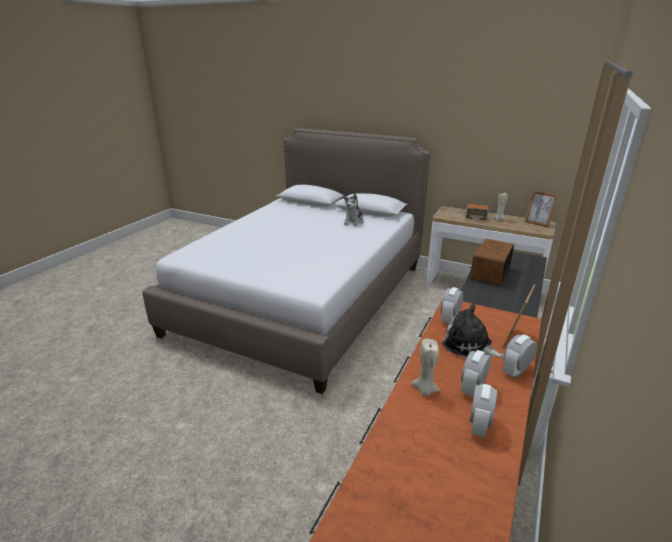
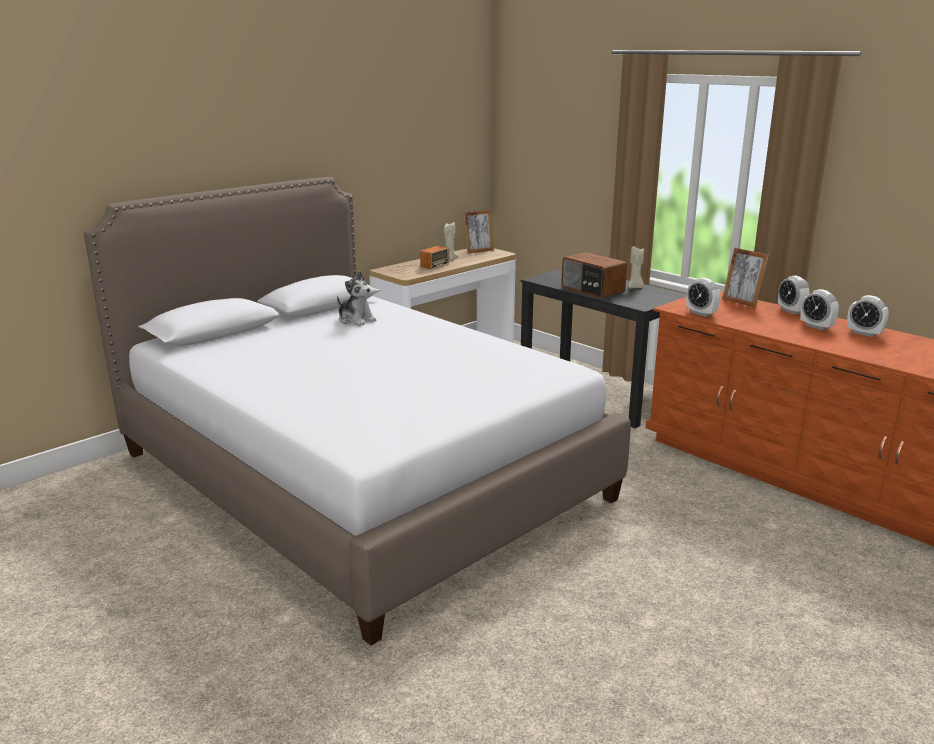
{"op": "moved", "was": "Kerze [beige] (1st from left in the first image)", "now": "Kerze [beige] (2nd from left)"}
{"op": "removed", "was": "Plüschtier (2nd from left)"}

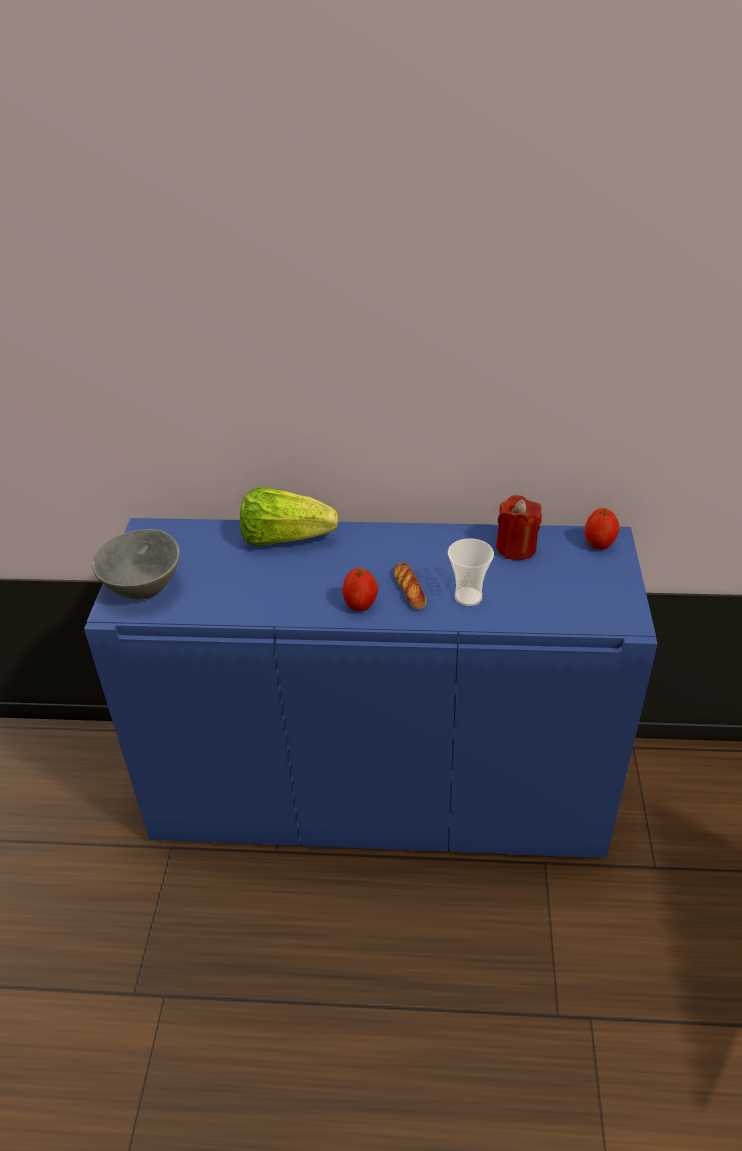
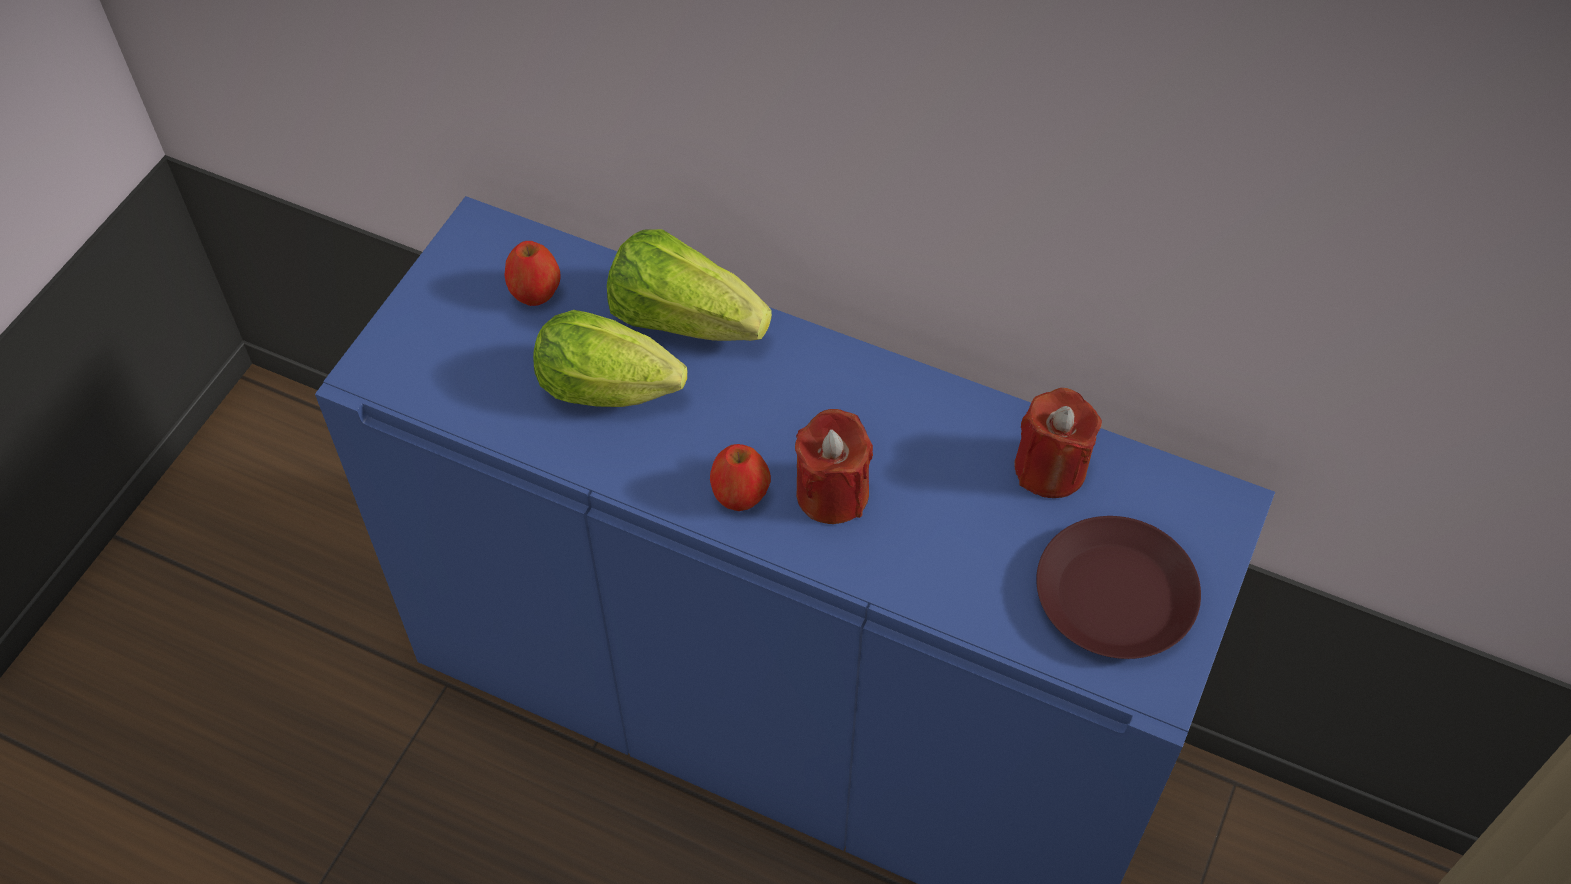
{"op": "moved", "was": "Apfel (2nd from left in the first image)", "now": "Apfel (1st from left)"}
{"op": "added", "now": "Salatkopf (1st from left)"}
{"op": "replaced", "was": "Brot", "now": "Kerze [rot] (1st from left)"}
{"op": "added", "now": "Teller [braun]"}
{"op": "removed", "was": "Schüssel [grau]"}
{"op": "removed", "was": "Tasse"}

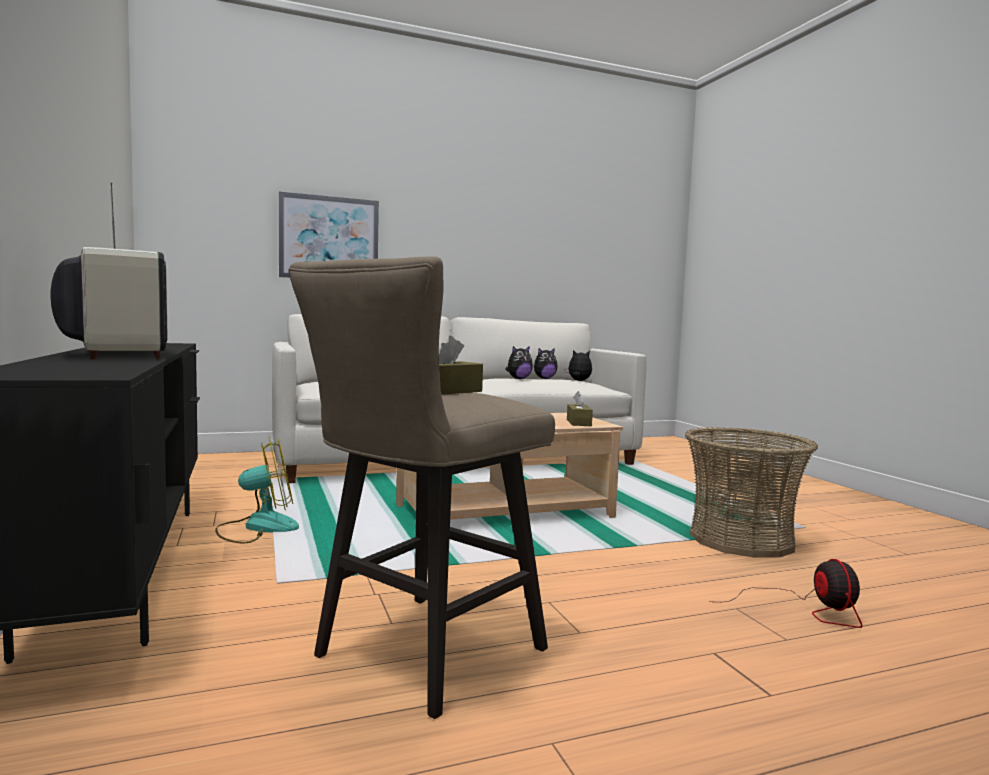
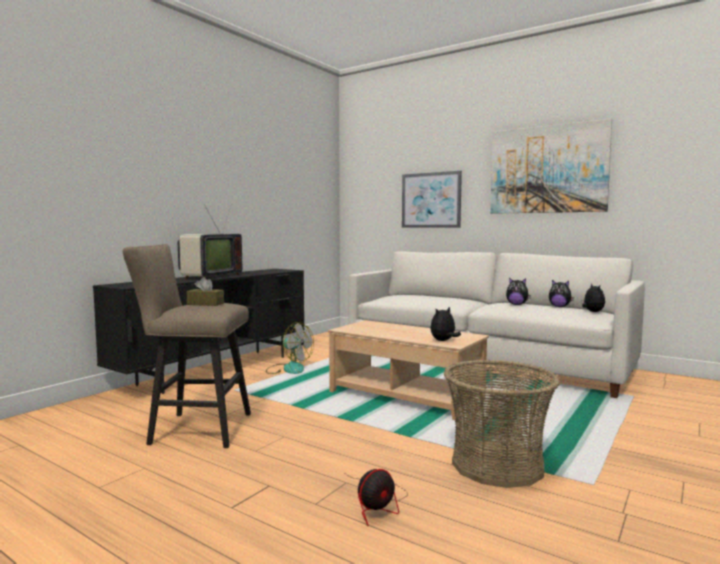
{"op": "replaced", "was": "Taschentuchbox [braun] (2nd from left)", "now": "Plüschtier (1st from left)"}
{"op": "added", "now": "Bild (2nd from left)"}

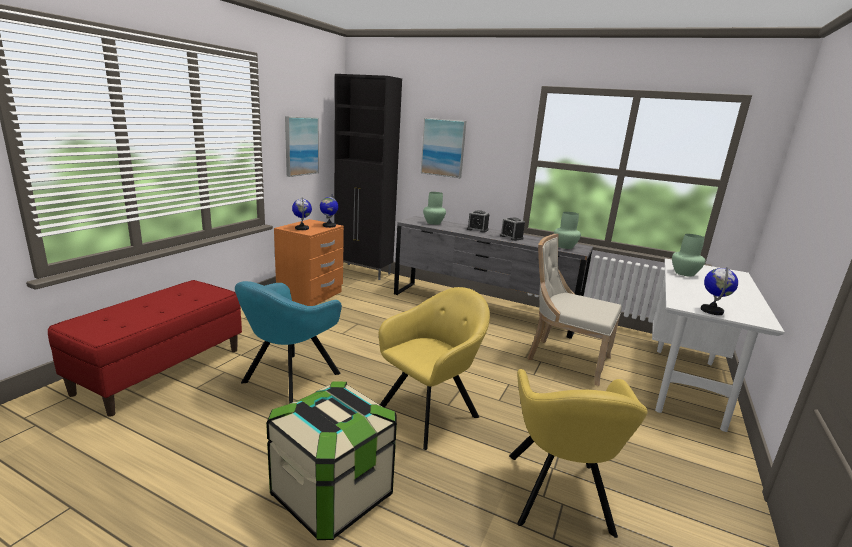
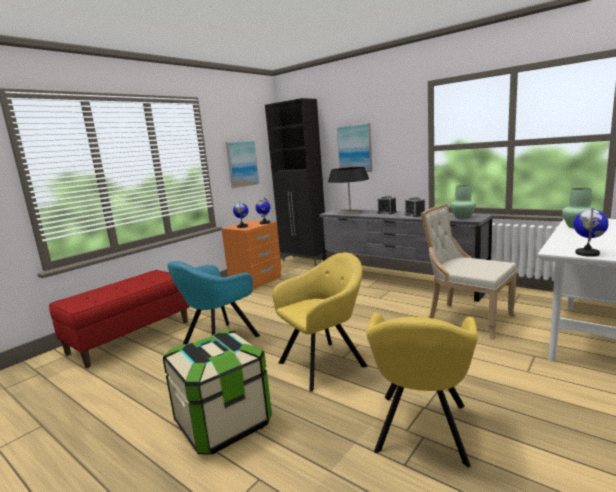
{"op": "replaced", "was": "Vase [grün] (1st from left)", "now": "Tischlampe"}

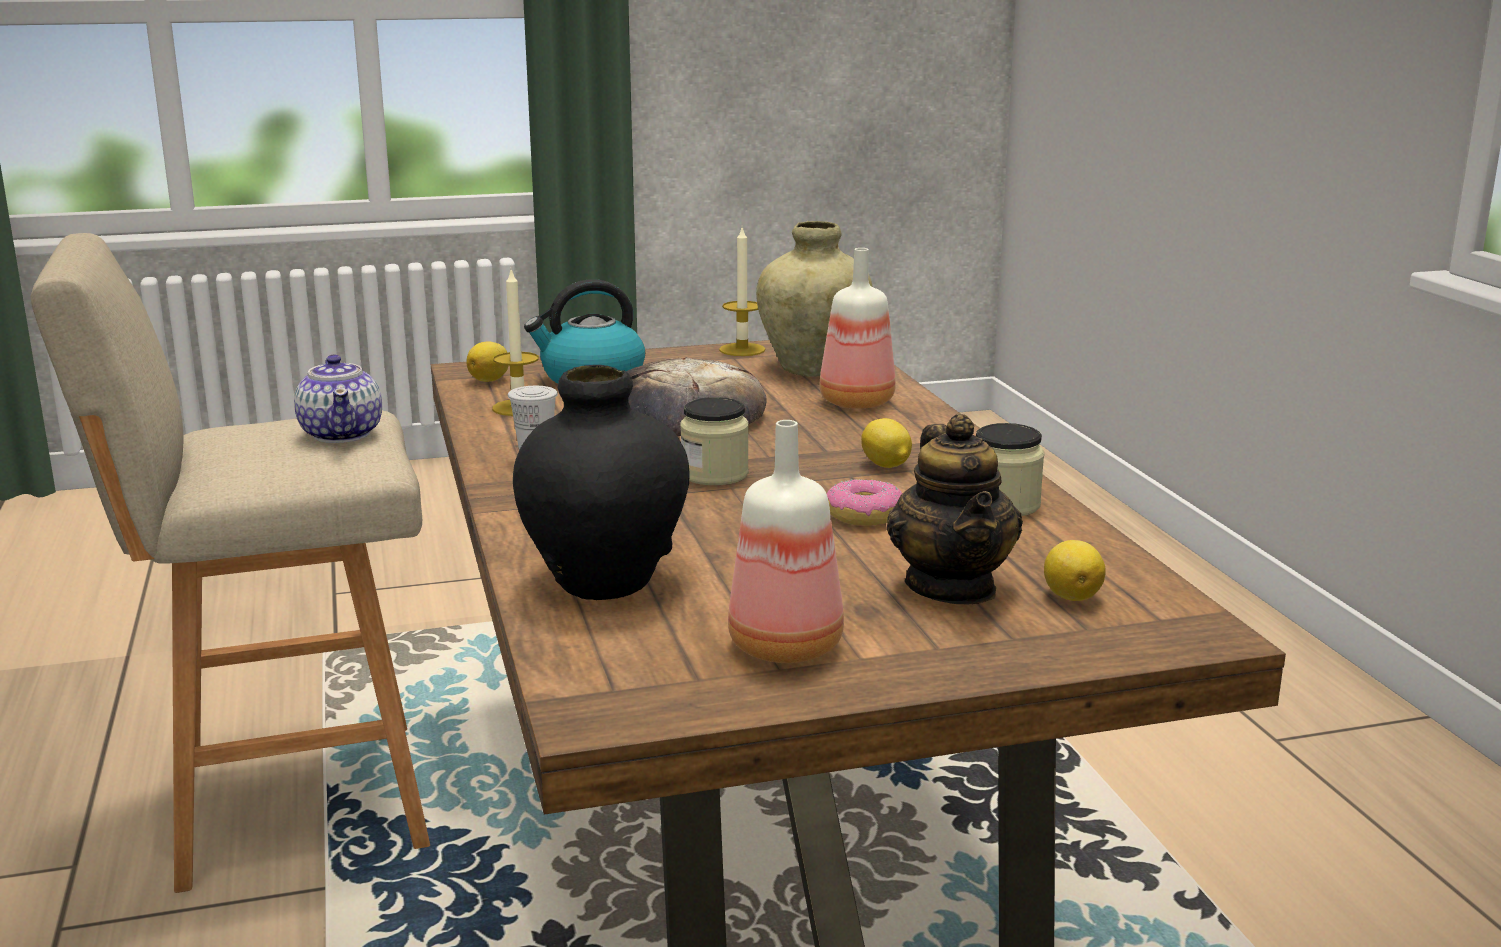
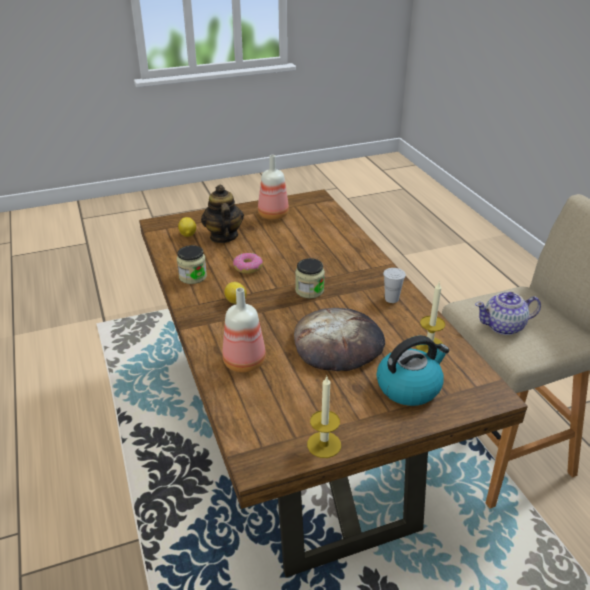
{"op": "turned", "was": "Teekanne (1st from left in the first image)", "clockwise": -75}
{"op": "removed", "was": "Zitrone (1st from left)"}
{"op": "removed", "was": "Vase [schwarz]"}
{"op": "removed", "was": "Vase [beige]"}

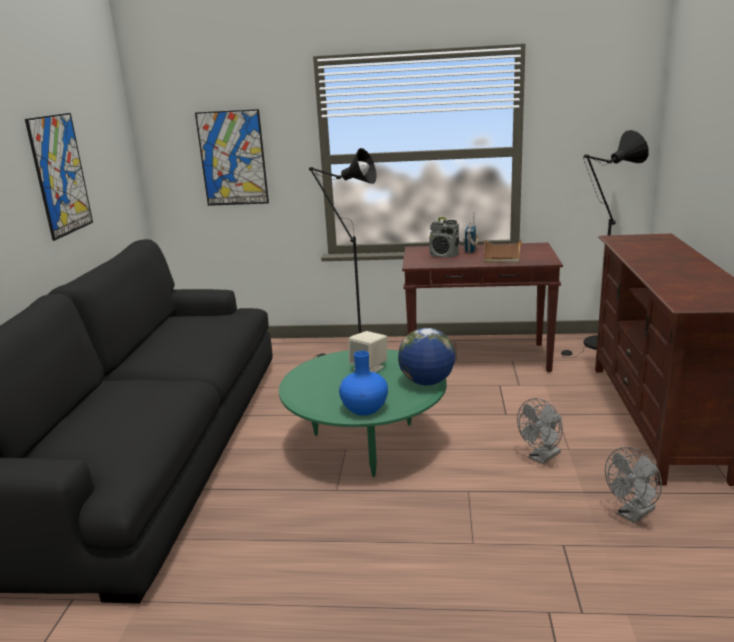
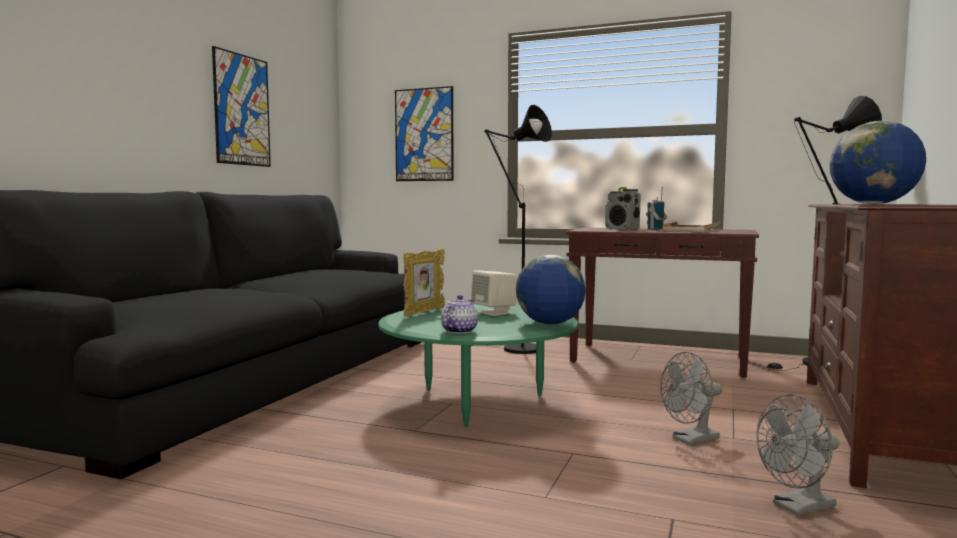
{"op": "added", "now": "Bilderrahmen"}
{"op": "replaced", "was": "Vase [blau]", "now": "Teekanne"}
{"op": "added", "now": "Globus (2nd from left)"}

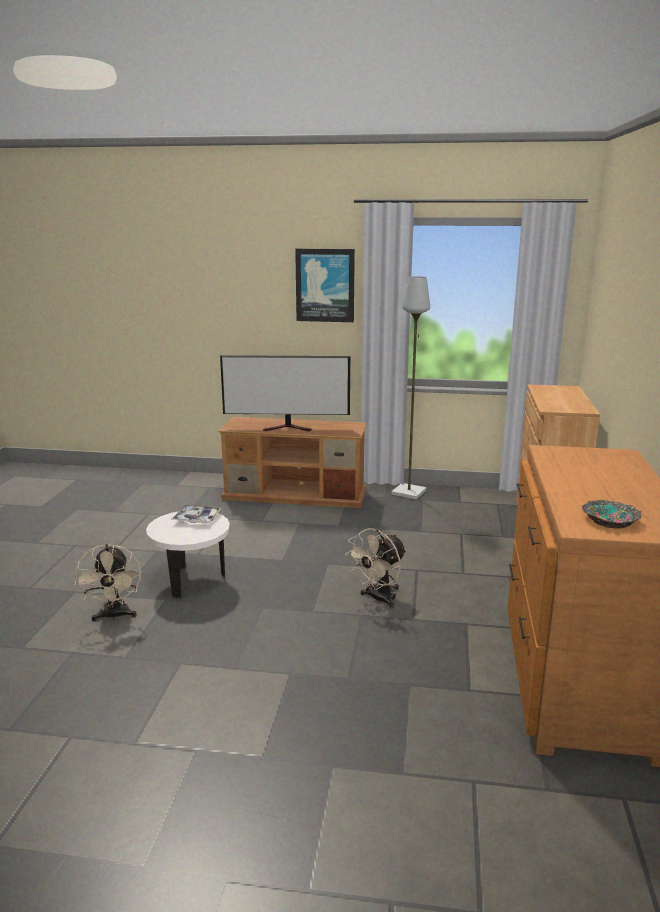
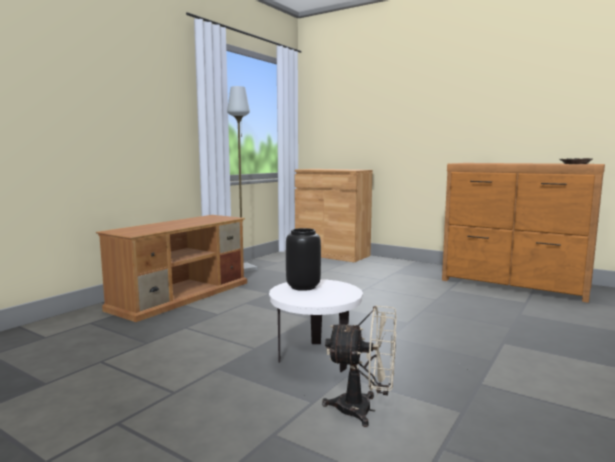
{"op": "replaced", "was": "Tablett", "now": "Vase [schwarz]"}
{"op": "removed", "was": "Fernseher"}
{"op": "removed", "was": "Bild"}
{"op": "removed", "was": "Ventilator [beige] (2nd from left)"}

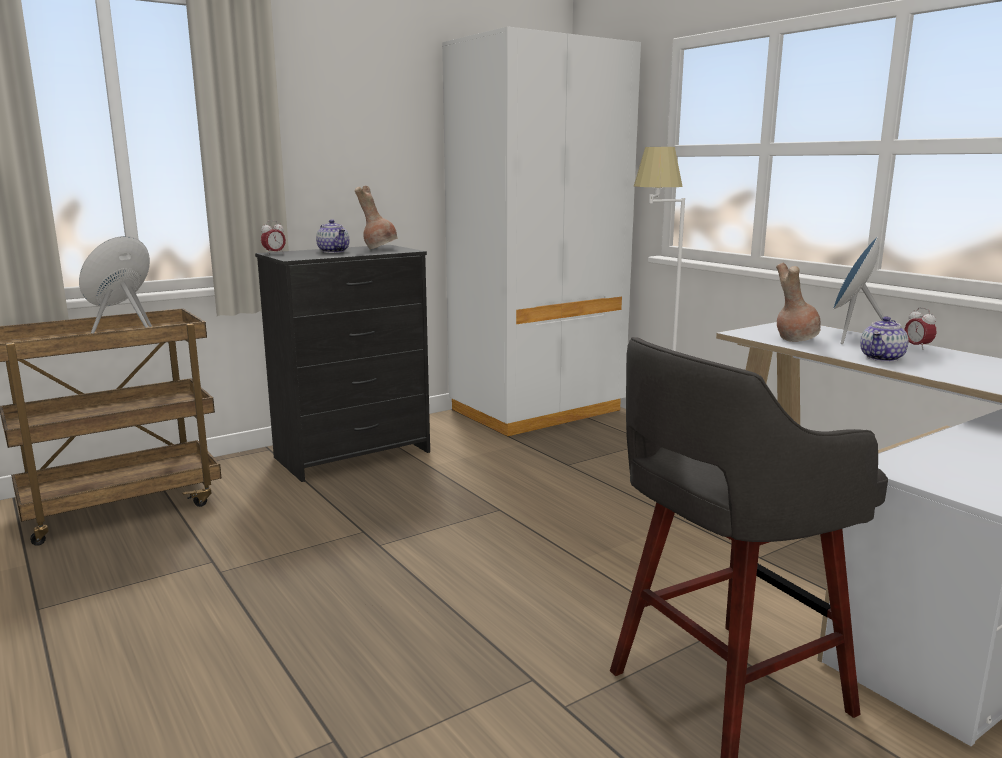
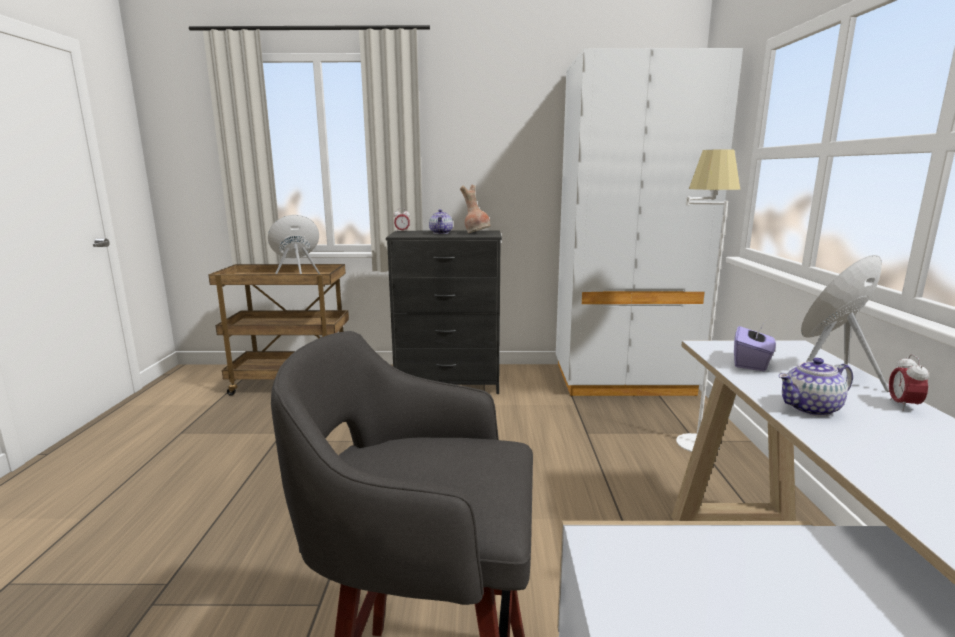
{"op": "replaced", "was": "Vase [braun] (2nd from left)", "now": "Taschentuchbox [lila]"}

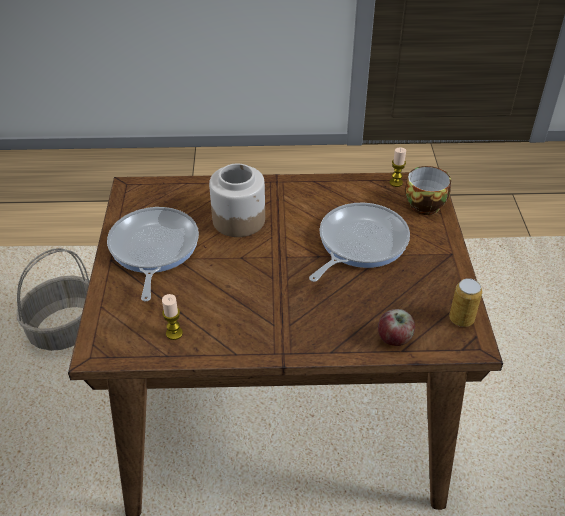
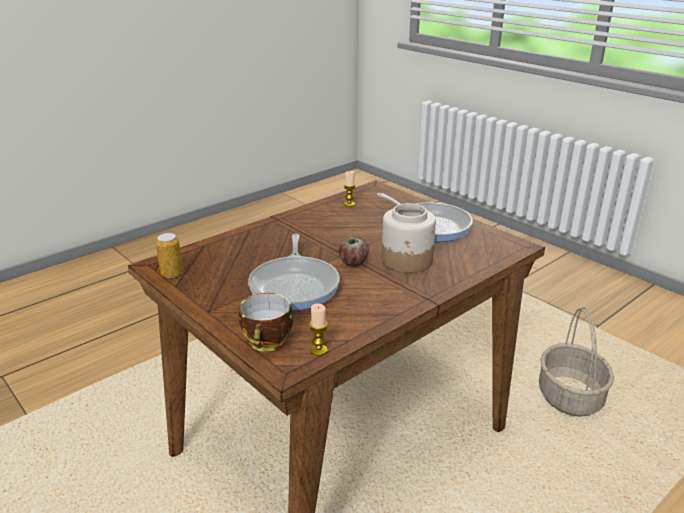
{"op": "moved", "was": "Apfel"}

